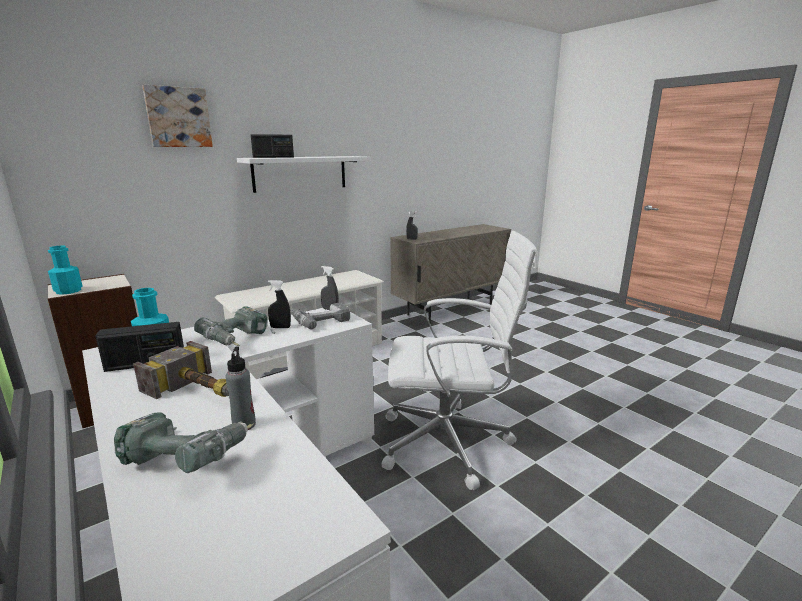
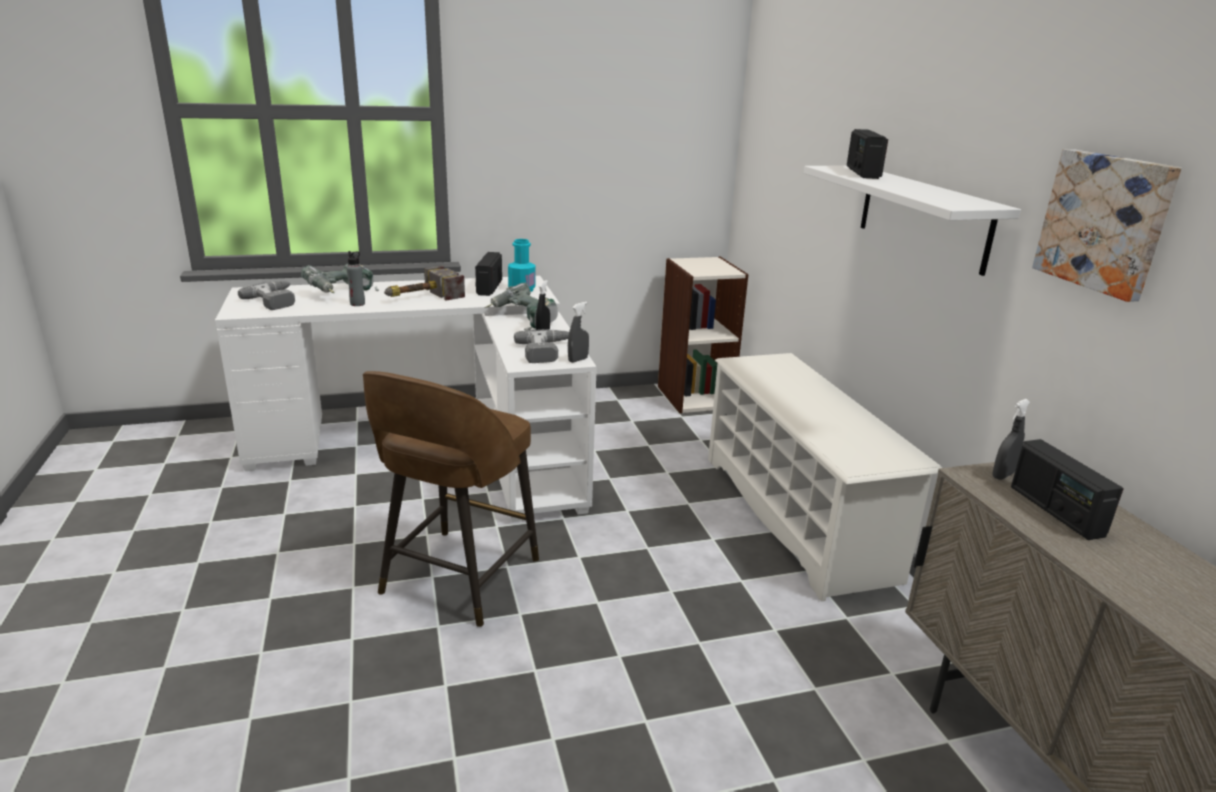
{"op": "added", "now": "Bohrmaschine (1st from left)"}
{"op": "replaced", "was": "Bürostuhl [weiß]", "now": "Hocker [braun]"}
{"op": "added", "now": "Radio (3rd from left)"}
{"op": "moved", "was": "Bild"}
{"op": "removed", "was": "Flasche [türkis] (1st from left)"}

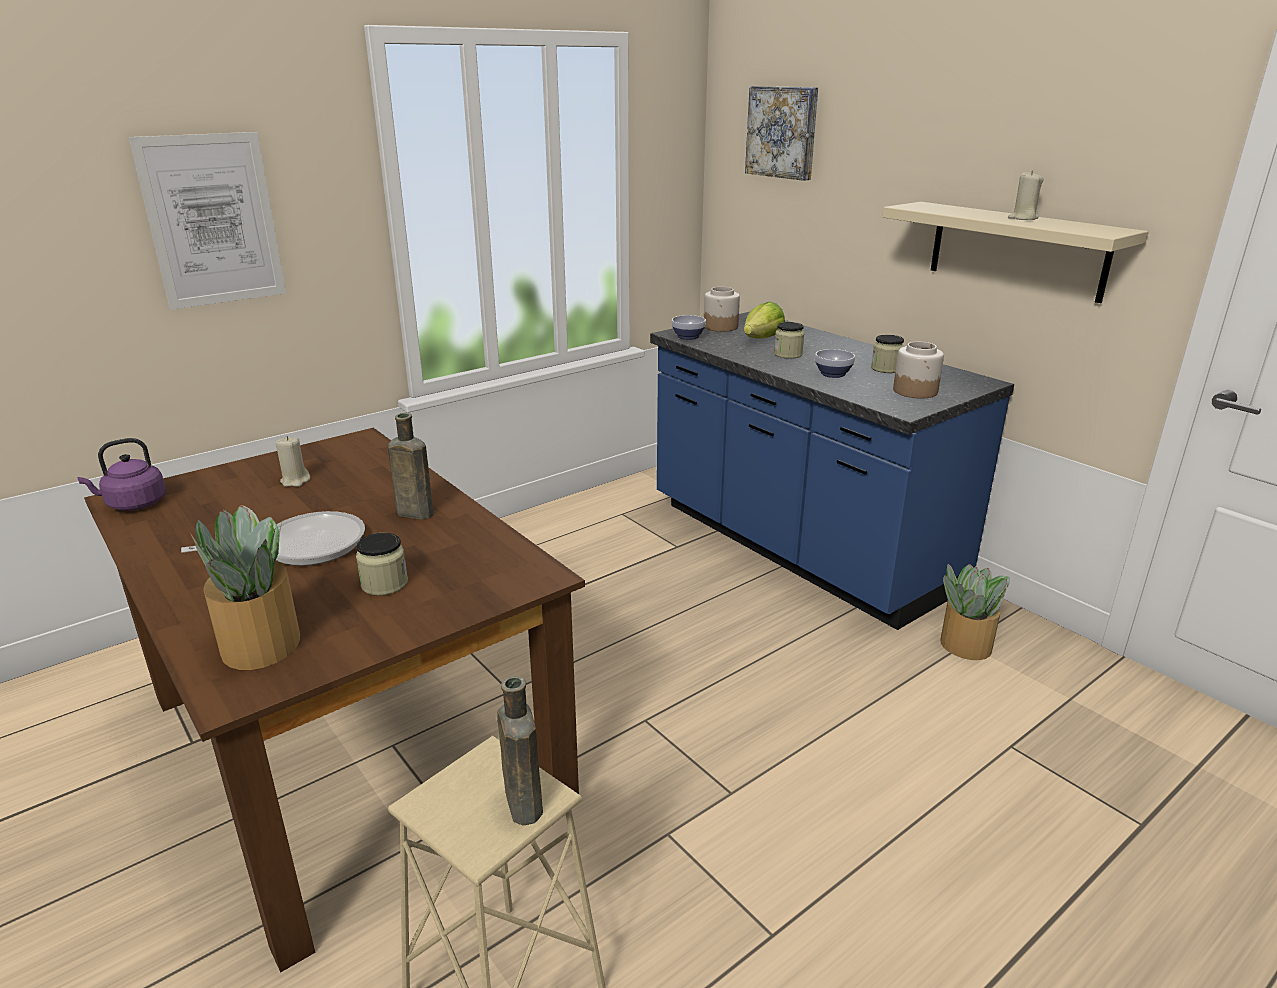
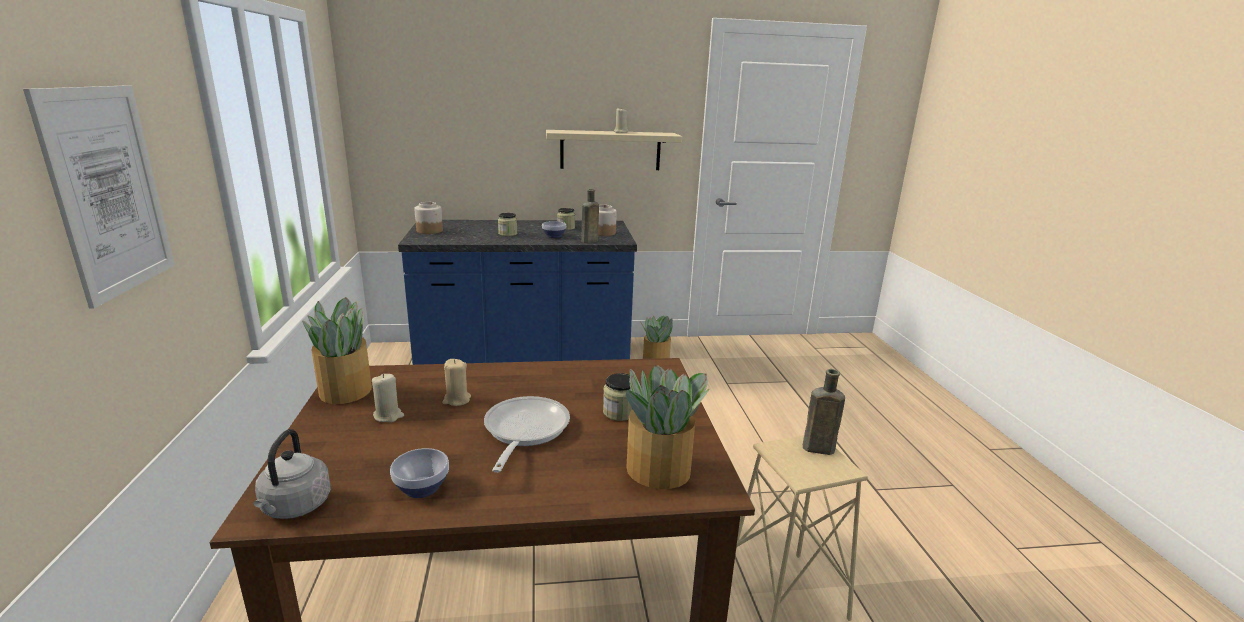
{"op": "recoloured", "was": "Wasserkessel [lila]", "now": "Wasserkessel [grau]"}
{"op": "added", "now": "Topfpflanze (1st from left)"}
{"op": "moved", "was": "Schüssel (1st from left)"}
{"op": "added", "now": "Kerze [beige] (2nd from left)"}
{"op": "moved", "was": "Flasche [braun] (1st from left)"}
{"op": "removed", "was": "Salatkopf"}
{"op": "removed", "was": "Bild (2nd from left)"}

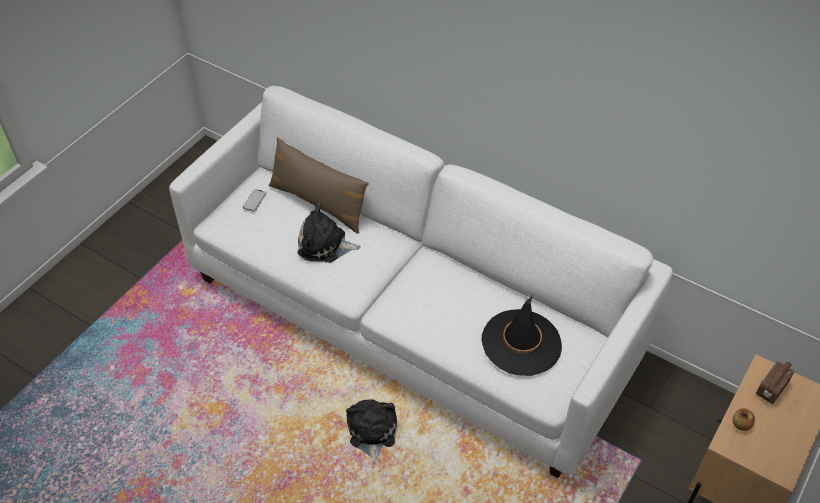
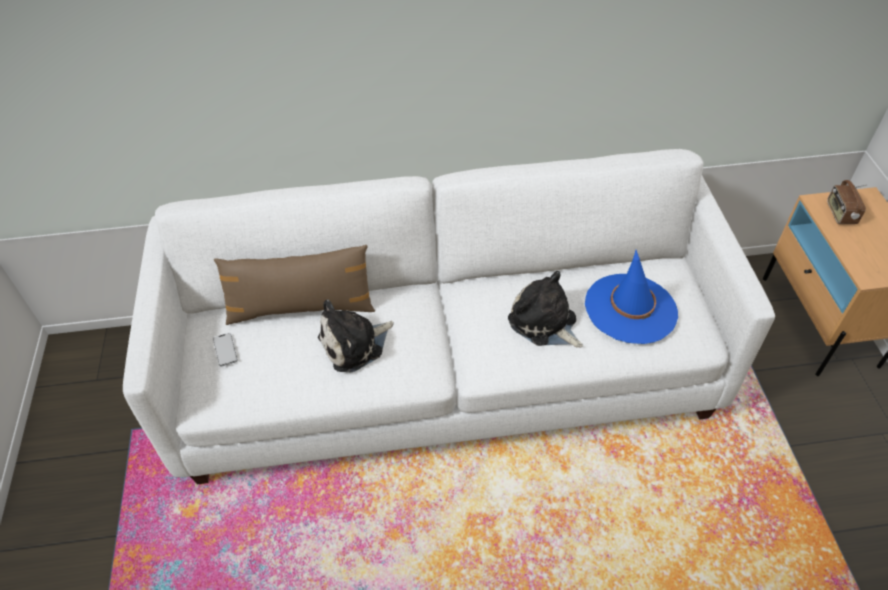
{"op": "moved", "was": "Plüschtier (2nd from left)"}
{"op": "recoloured", "was": "Hut [schwarz]", "now": "Hut [blau]"}
{"op": "removed", "was": "Apfel"}

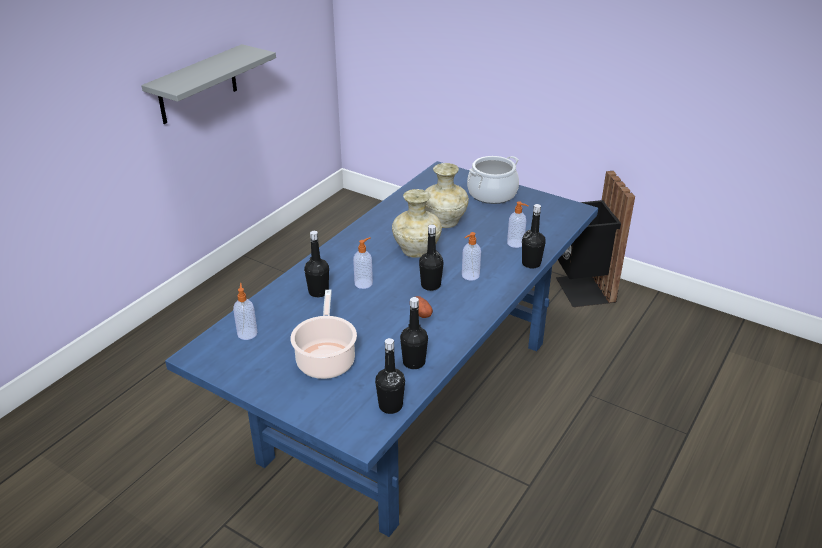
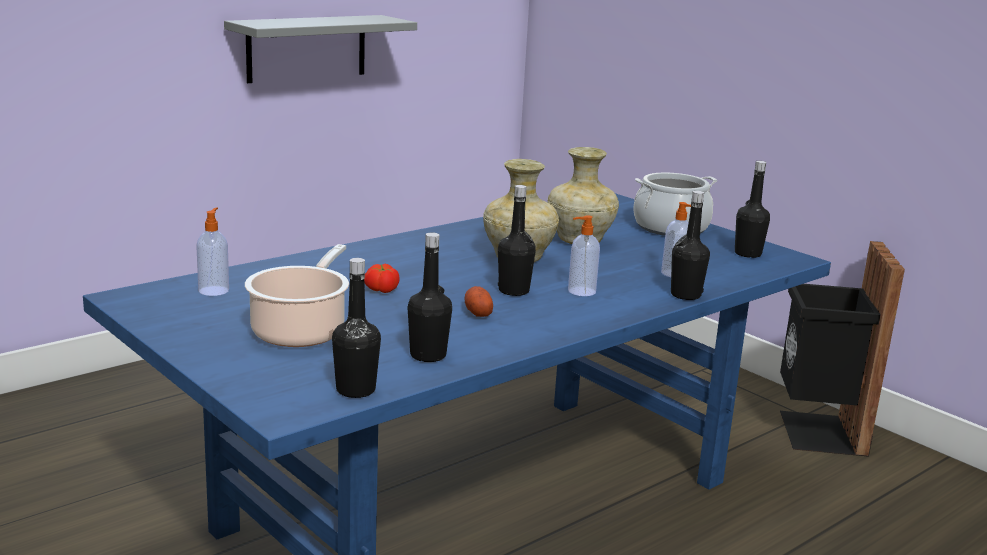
{"op": "added", "now": "Tomate"}
{"op": "moved", "was": "Flasche [schwarz] (1st from left in the first image)", "now": "Flasche [schwarz] (5th from left)"}
{"op": "removed", "was": "Seifenspender (2nd from left)"}

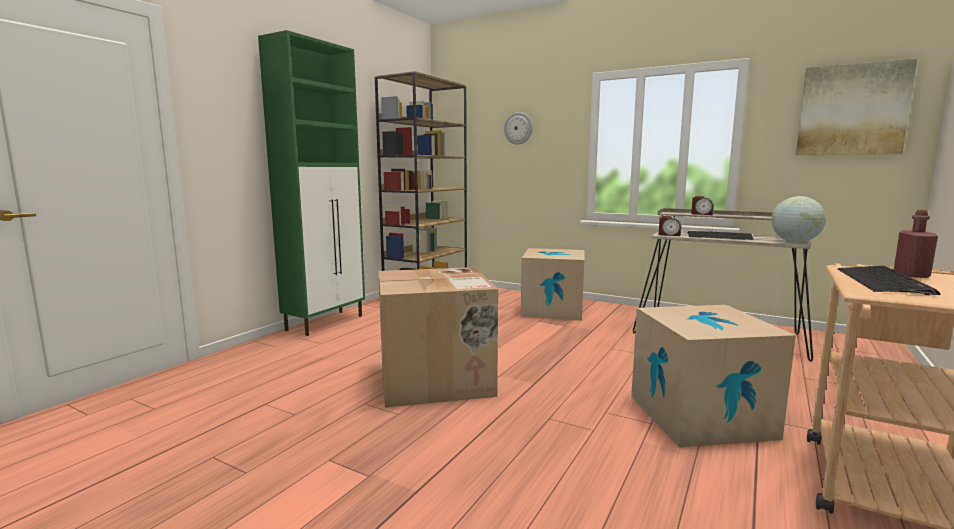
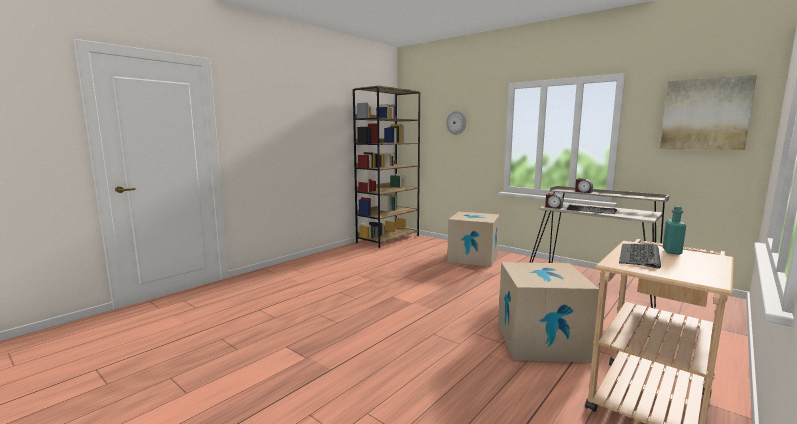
{"op": "recoloured", "was": "Flasche [rot]", "now": "Flasche [türkis]"}
{"op": "removed", "was": "Schrank [grün]"}
{"op": "removed", "was": "Karton (1st from left)"}
{"op": "removed", "was": "Globus"}

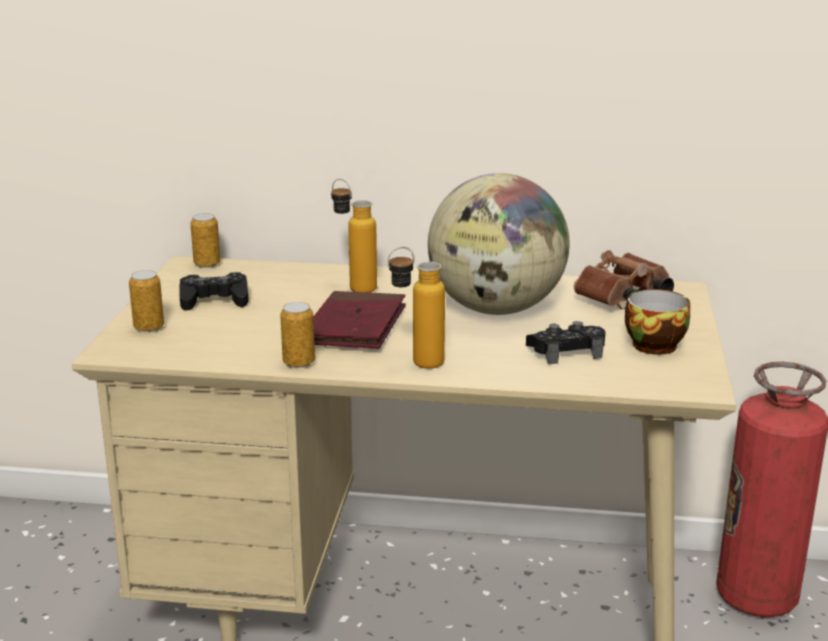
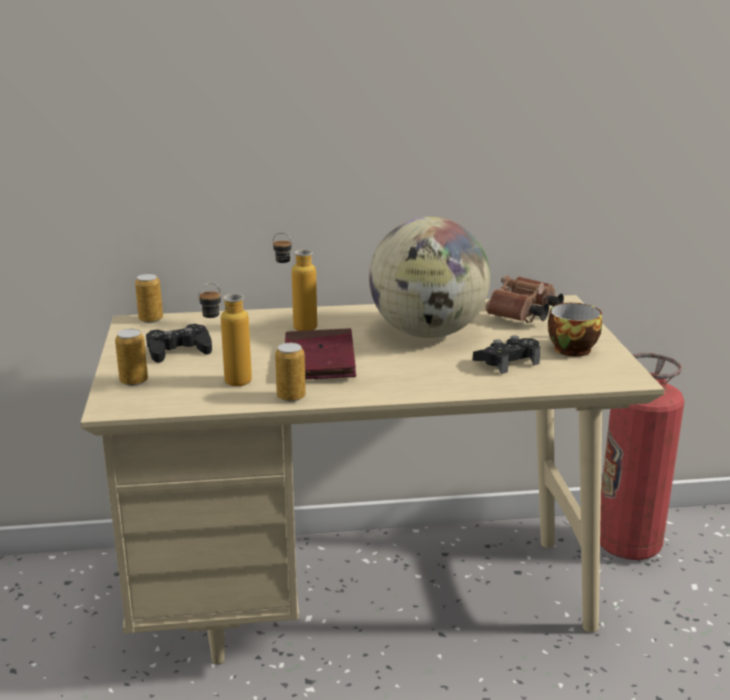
{"op": "moved", "was": "Flasche (2nd from left in the first image)", "now": "Flasche (1st from left)"}

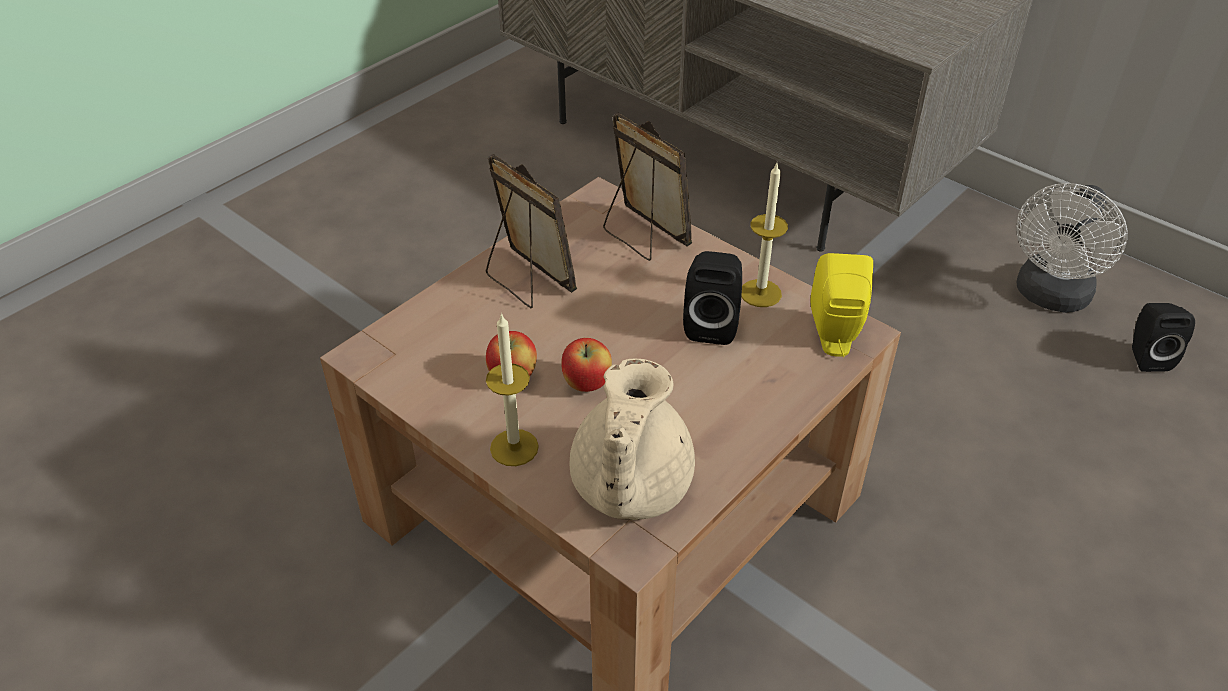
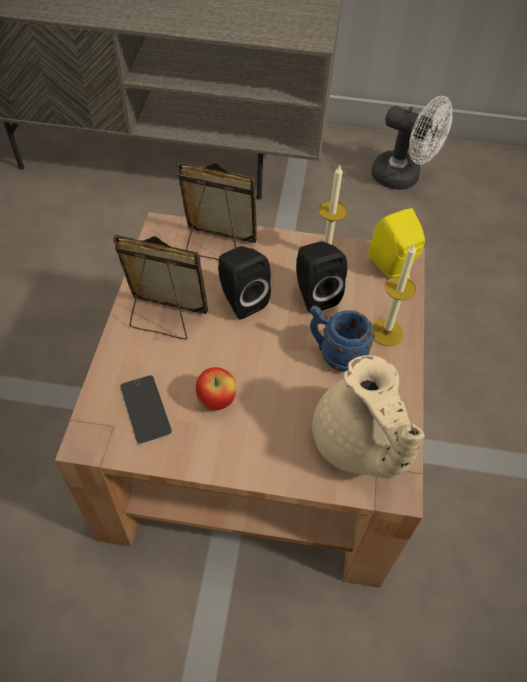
{"op": "added", "now": "Handy"}
{"op": "moved", "was": "Lautsprecher [schwarz] (2nd from left in the first image)", "now": "Lautsprecher [schwarz] (1st from left)"}
{"op": "added", "now": "Henkelbecher [blau]"}
{"op": "turned", "was": "Ventilator [weiß]", "clockwise": -60}
{"op": "moved", "was": "Kerze (1st from left in the first image)", "now": "Kerze (2nd from left)"}
{"op": "removed", "was": "Apfel (2nd from left)"}

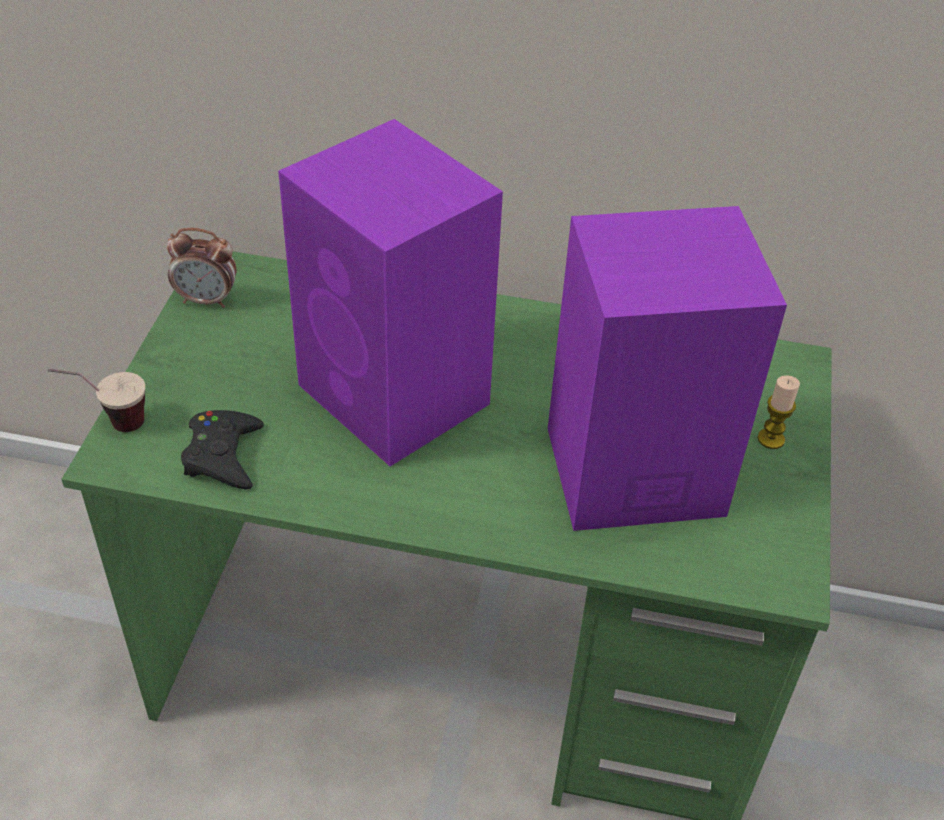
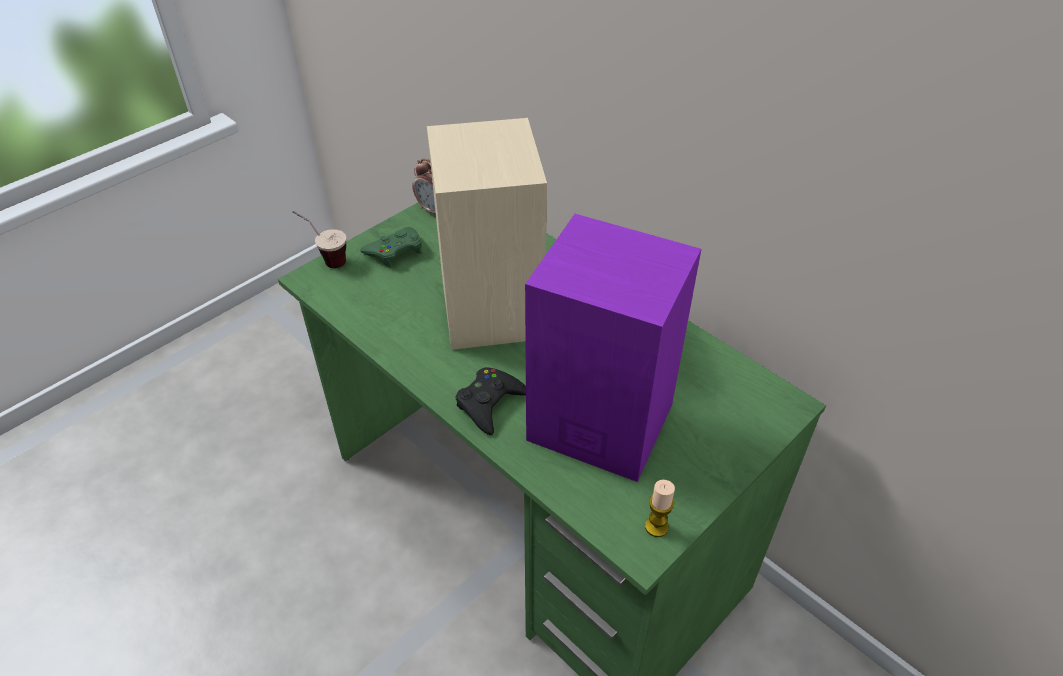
{"op": "added", "now": "Gamepad [grün]"}
{"op": "recoloured", "was": "Lautsprecher [lila] (1st from left)", "now": "Lautsprecher [beige]"}
{"op": "moved", "was": "Gamepad [schwarz]"}
{"op": "moved", "was": "Kerze"}

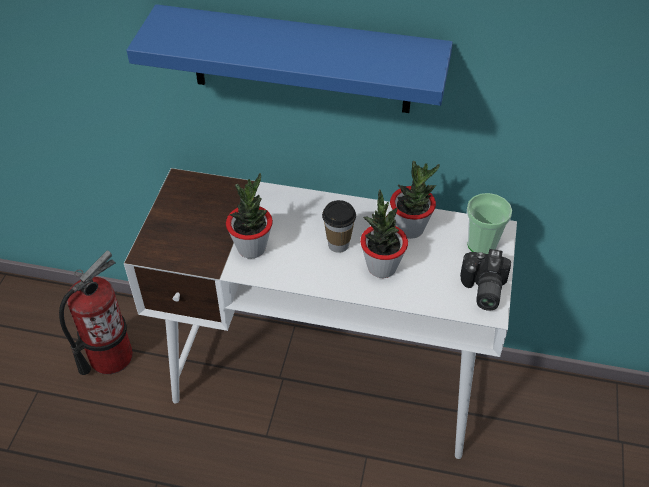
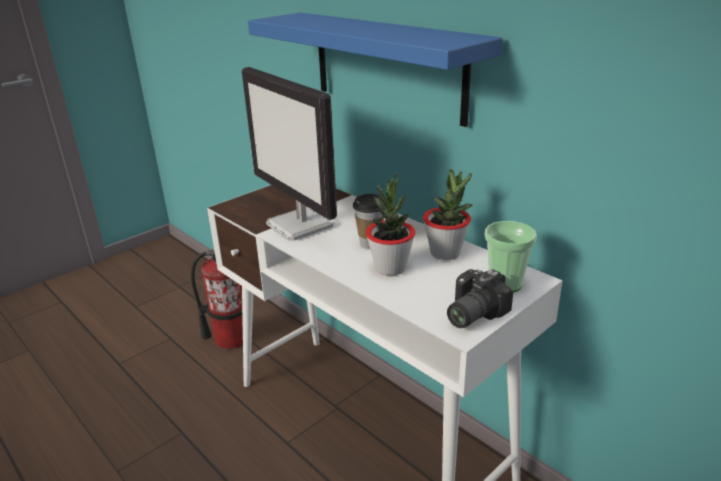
{"op": "replaced", "was": "Topfpflanze (1st from left)", "now": "Monitor"}

